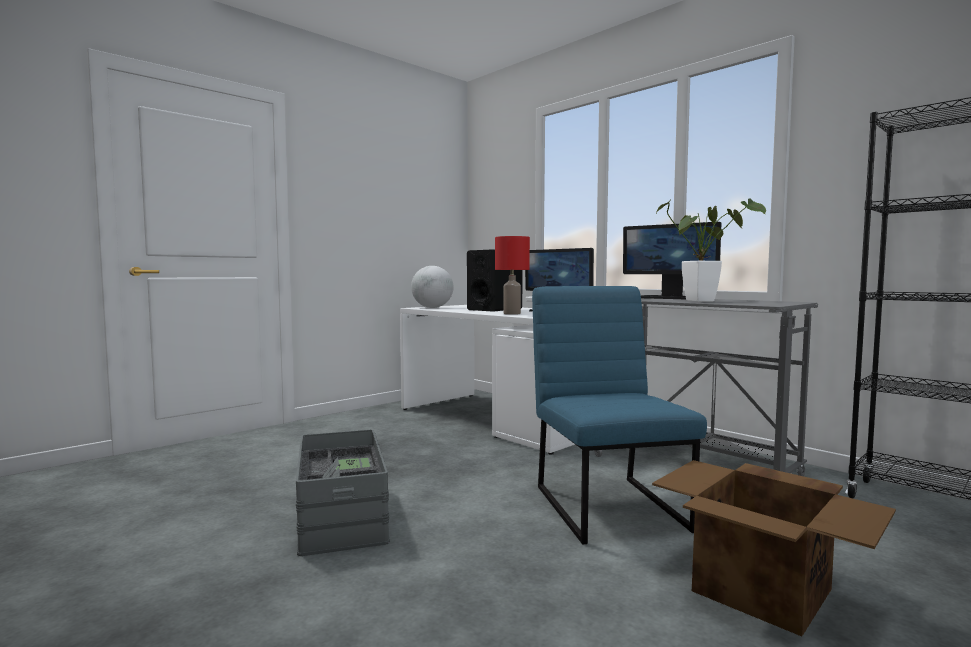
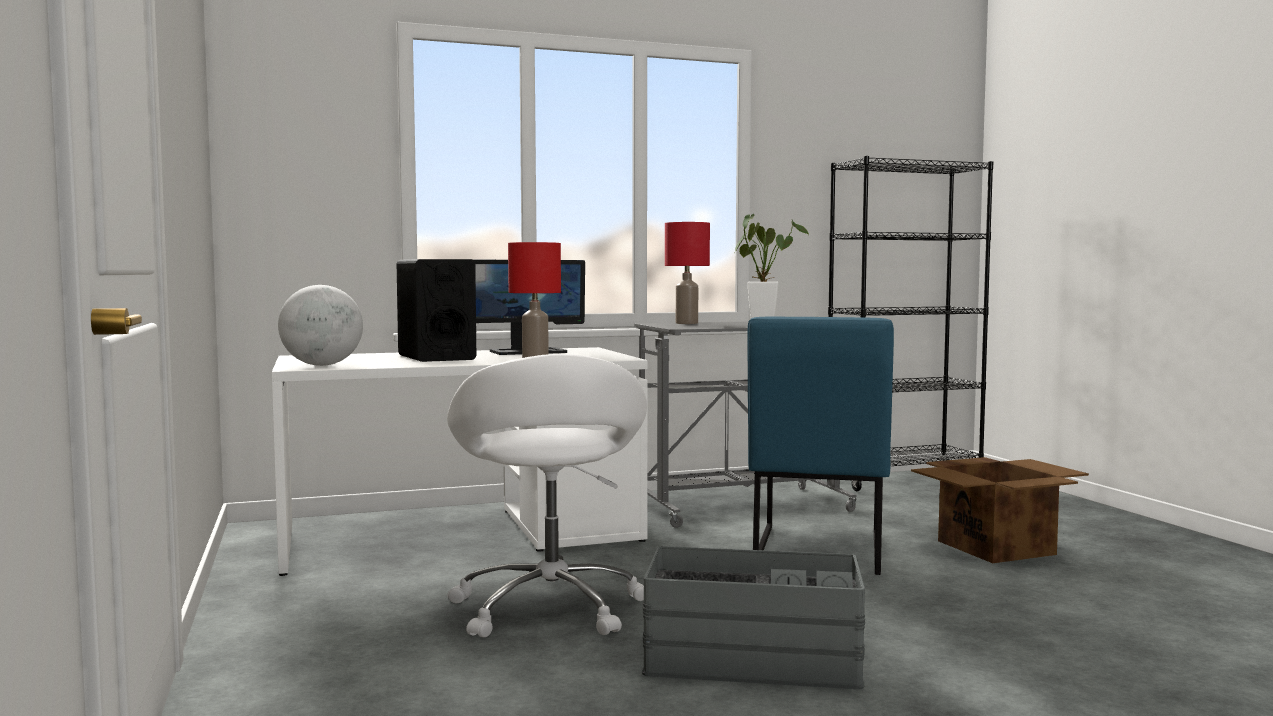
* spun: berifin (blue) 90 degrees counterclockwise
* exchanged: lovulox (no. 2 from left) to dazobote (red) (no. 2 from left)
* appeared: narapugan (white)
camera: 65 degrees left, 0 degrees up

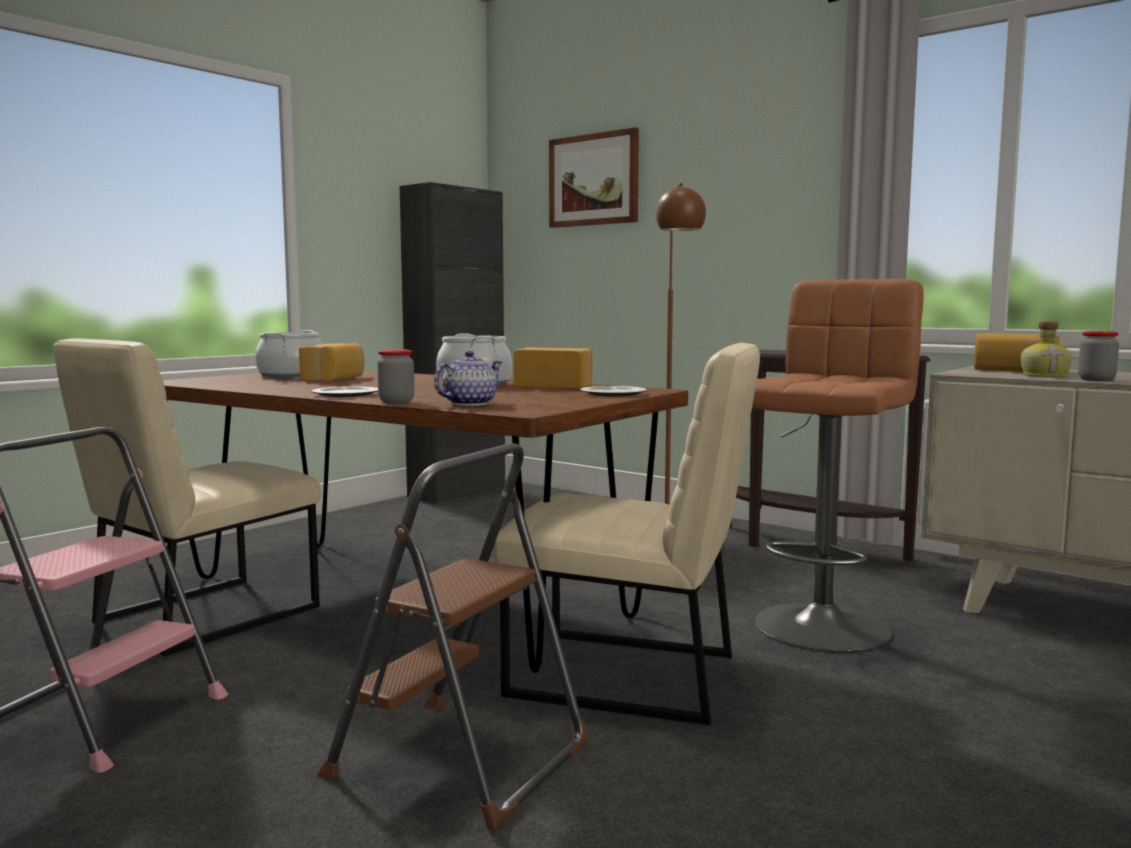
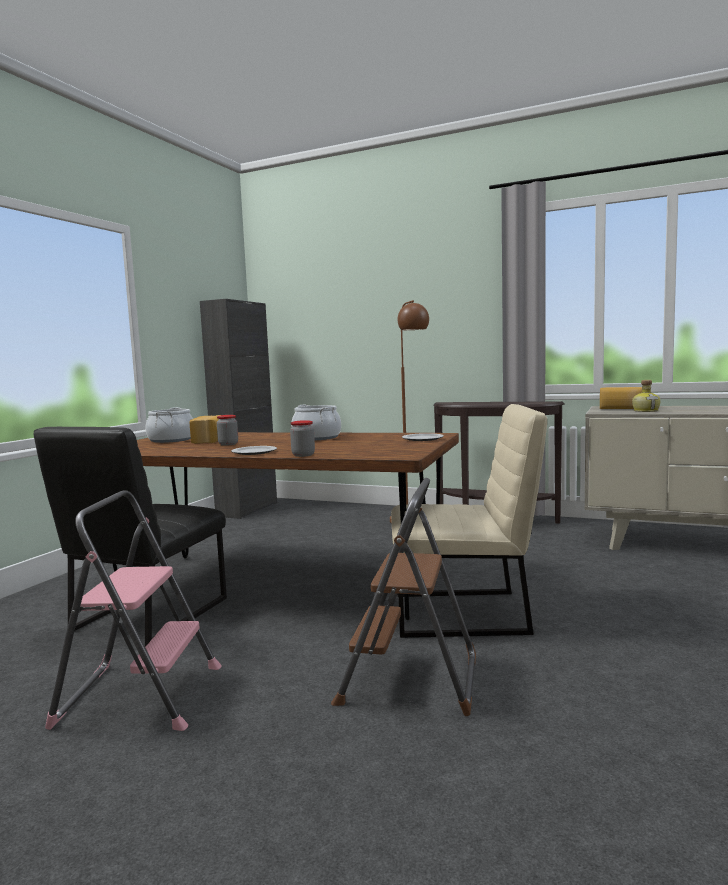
* colour: berifin (beige) (no. 1 from left) to berifin (black)
* missing: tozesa
* missing: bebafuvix (no. 2 from left)
* missing: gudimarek
* missing: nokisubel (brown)
* relocated: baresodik (no. 2 from left in the first image) to baresodik (no. 1 from left)
camera: 15 degrees left, 0 degrees up

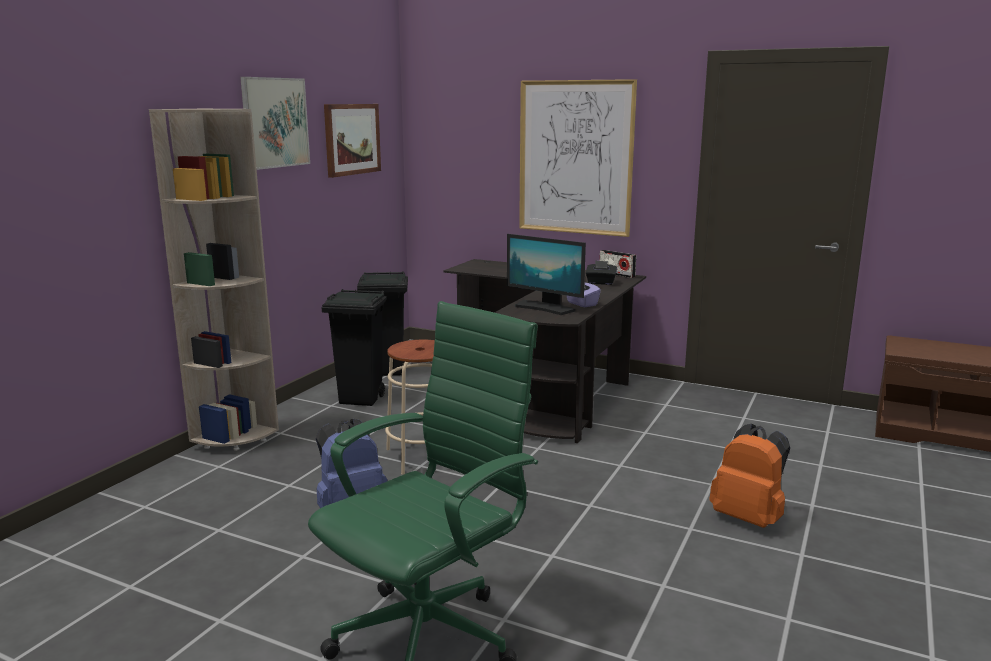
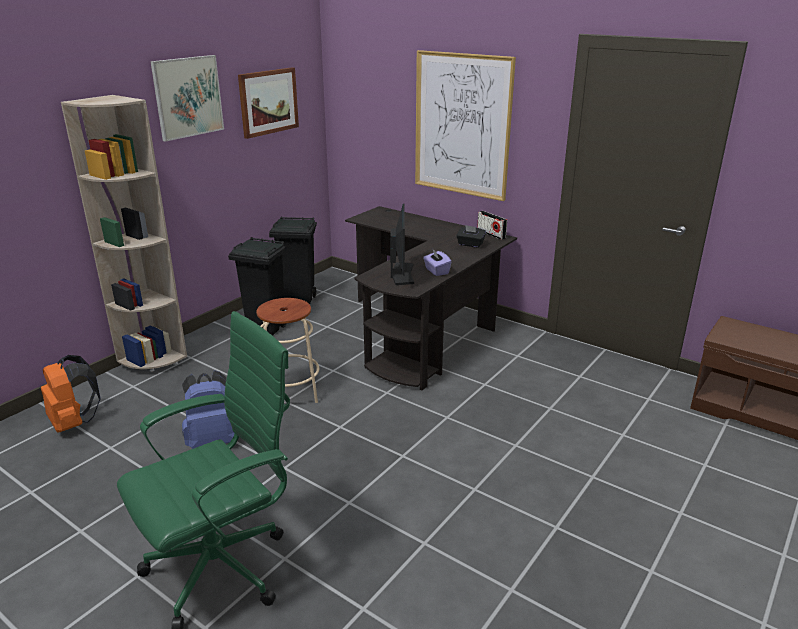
* spun: lovulox 135 degrees counterclockwise
* relocated: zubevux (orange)
camera: 10 degrees right, 10 degrees up

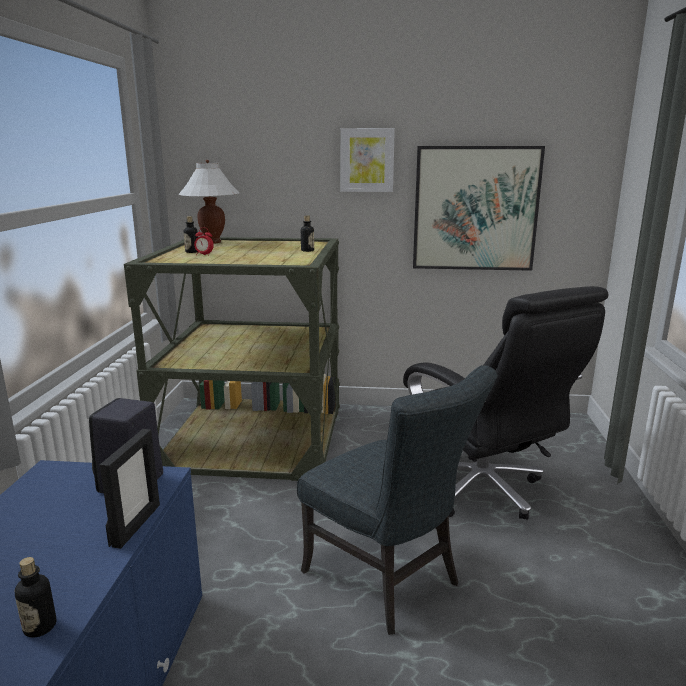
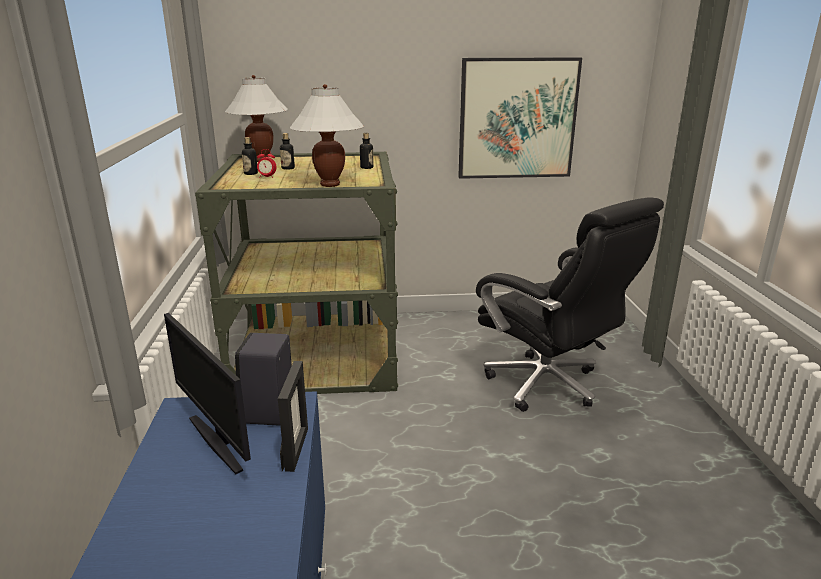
* relocated: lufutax (no. 1 from left in the first image) to lufutax (no. 2 from left)
* missing: berifin (grey)
* missing: gudimarek (no. 1 from left)
* appeared: lovulox
* appeared: dazobote (white) (no. 2 from left)
camera: 10 degrees left, 5 degrees up

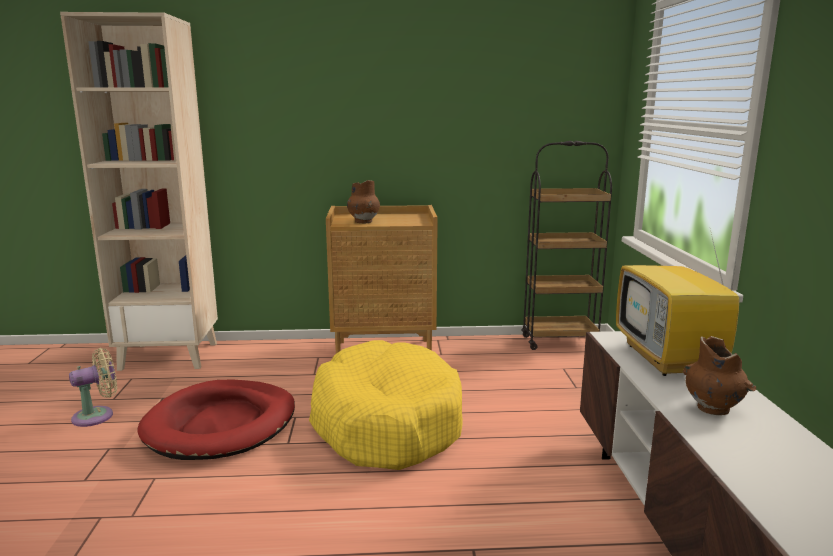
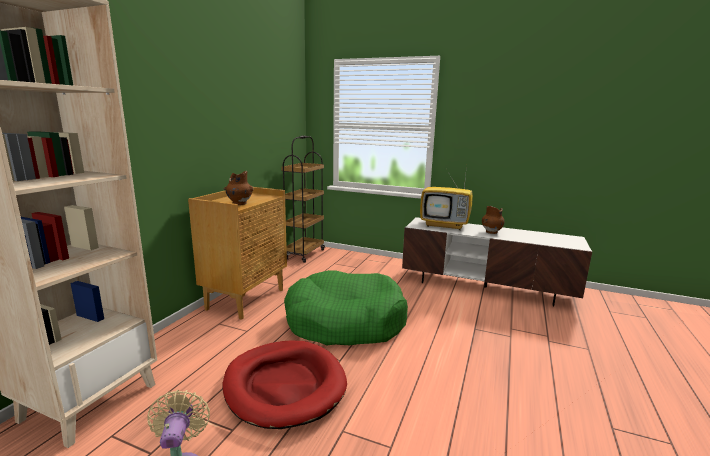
* colour: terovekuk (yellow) to terovekuk (green)
camera: 65 degrees left, 0 degrees up

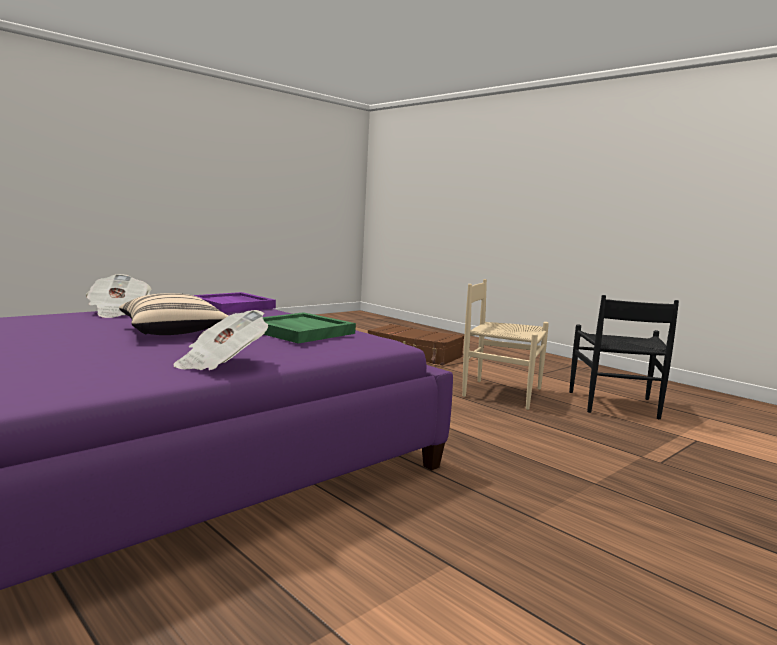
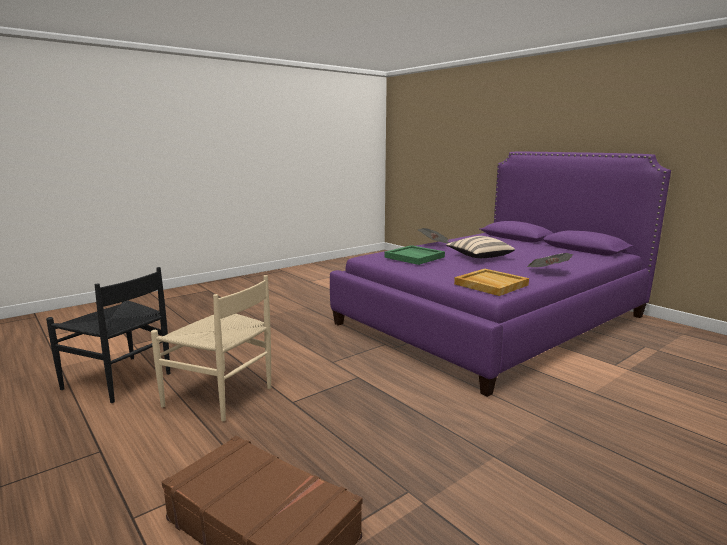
* colour: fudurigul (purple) to fudurigul (beige)
* spun: berifin (black) 105 degrees clockwise
camera: 175 degrees left, 5 degrees up

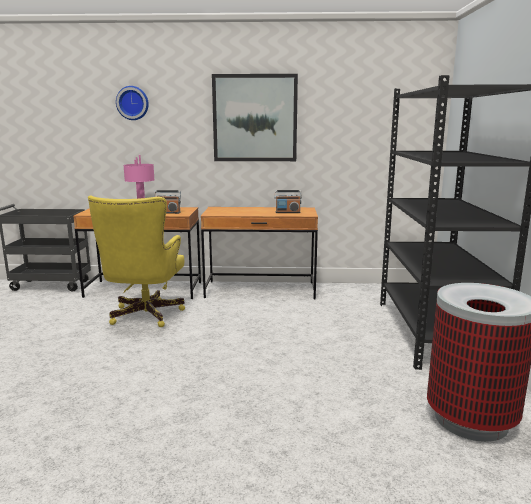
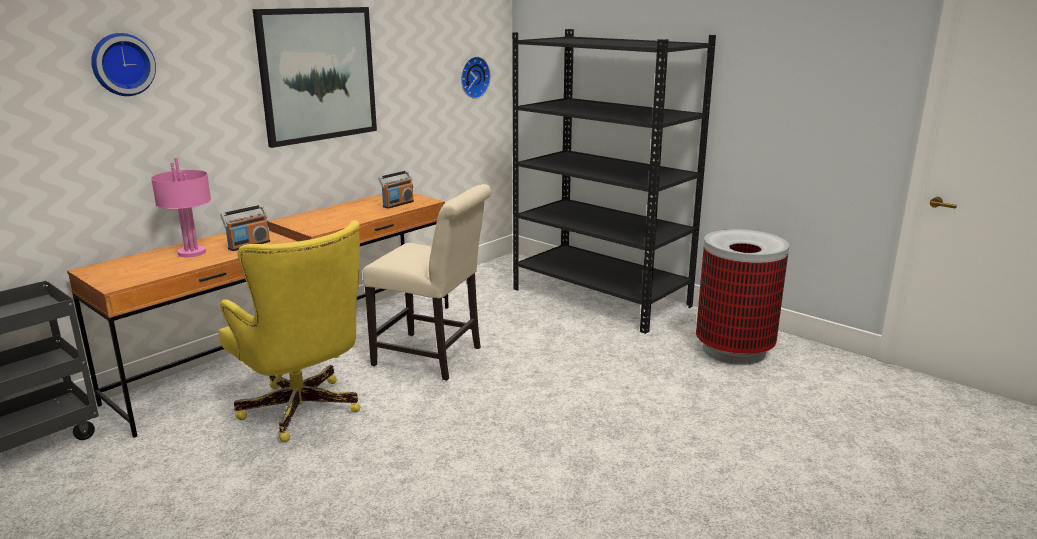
* appeared: berifin (beige)
* appeared: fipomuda (no. 2 from left)
camera: 50 degrees left, 5 degrees up

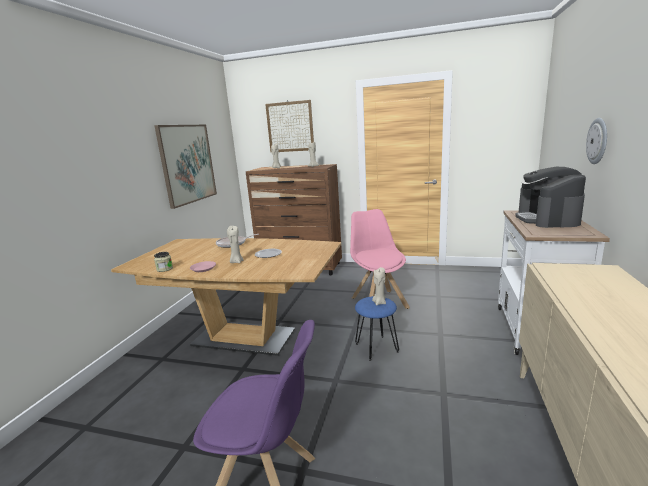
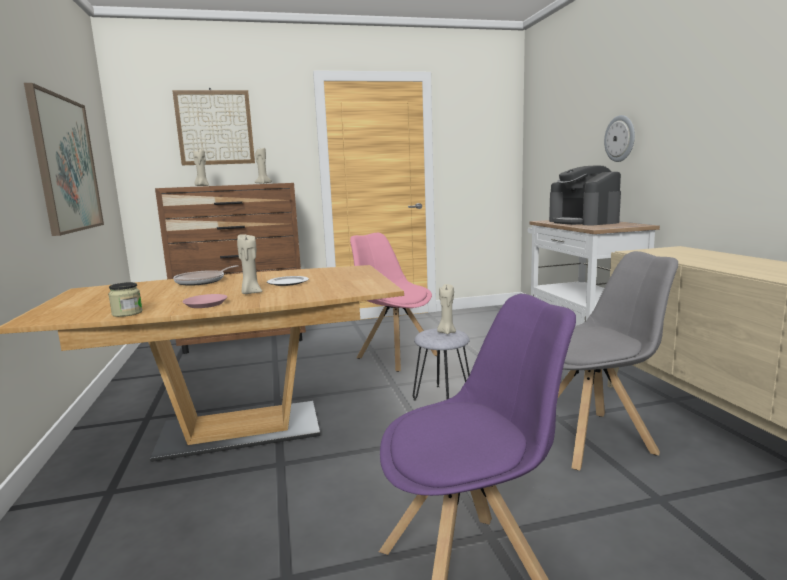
* colour: nokisubel (blue) to nokisubel (grey)
* appeared: berifin (grey)
camera: 30 degrees left, 5 degrees down

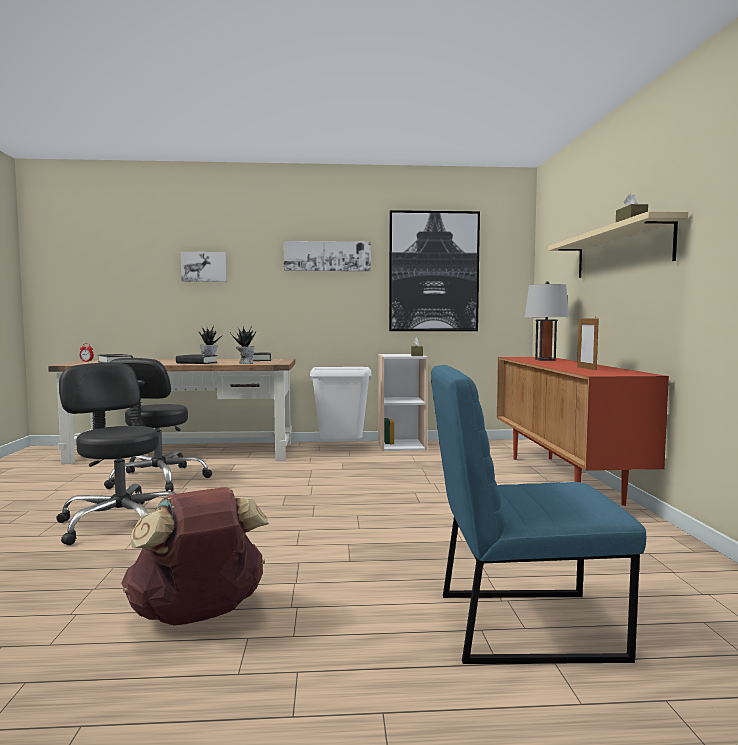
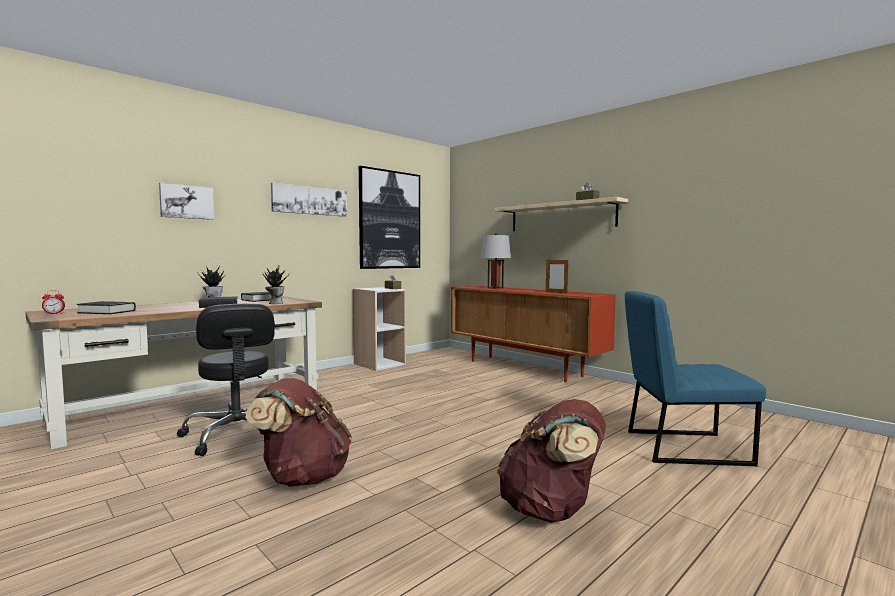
* exchanged: narapugan (black) (no. 1 from left) to zubevux (brown) (no. 1 from left)
* missing: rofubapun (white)
* spun: berifin (blue) 45 degrees clockwise
camera: 40 degrees left, 0 degrees up

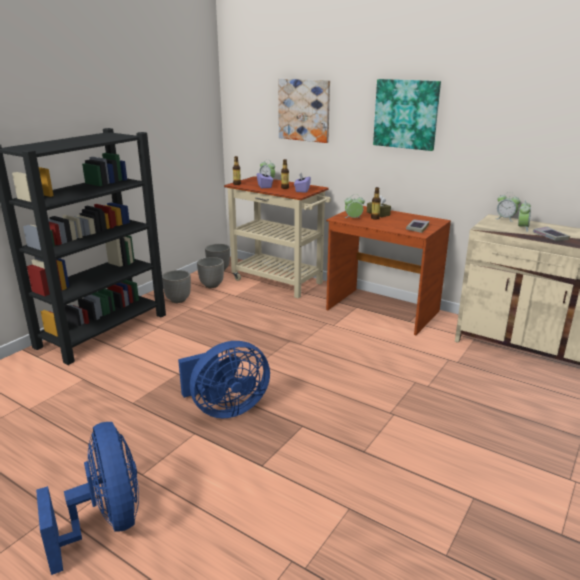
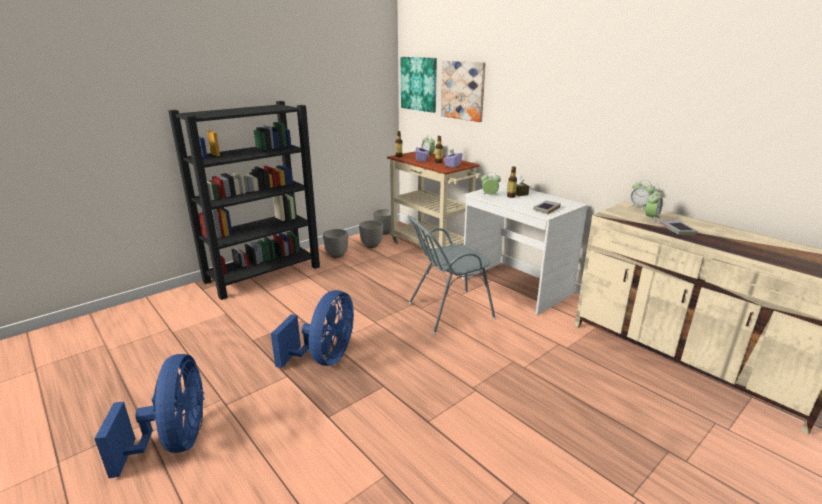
* spun: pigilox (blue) (no. 2 from left) 60 degrees counterclockwise
* colour: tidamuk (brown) to tidamuk (white)
* relocated: gudimarek (no. 2 from left in the first image) to gudimarek (no. 1 from left)
* appeared: berifin (grey)
camera: 15 degrees right, 0 degrees up

